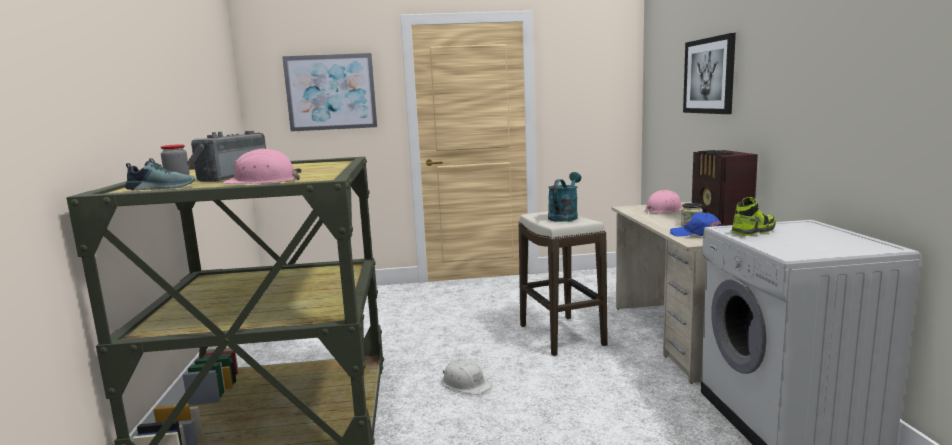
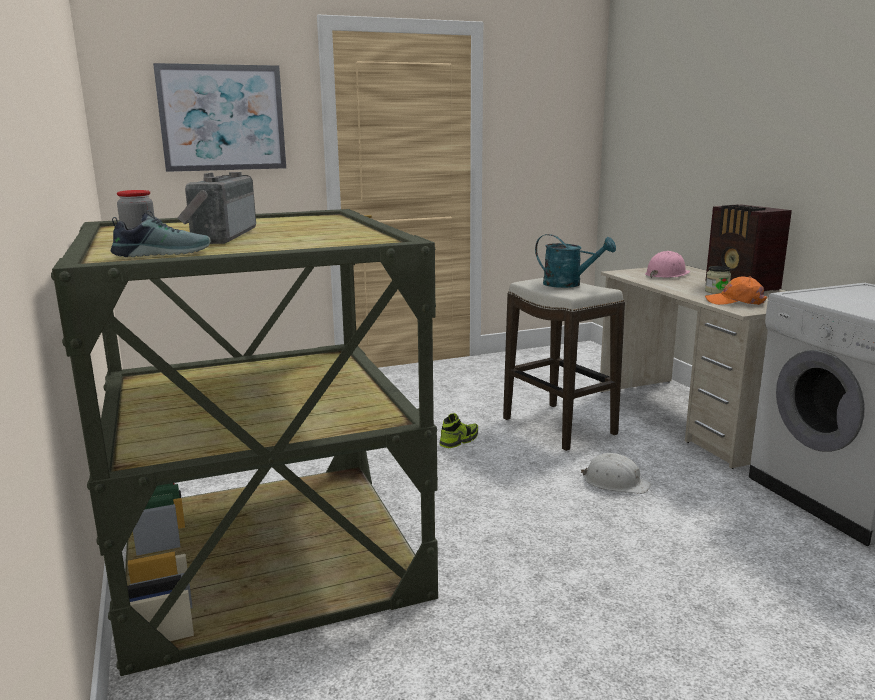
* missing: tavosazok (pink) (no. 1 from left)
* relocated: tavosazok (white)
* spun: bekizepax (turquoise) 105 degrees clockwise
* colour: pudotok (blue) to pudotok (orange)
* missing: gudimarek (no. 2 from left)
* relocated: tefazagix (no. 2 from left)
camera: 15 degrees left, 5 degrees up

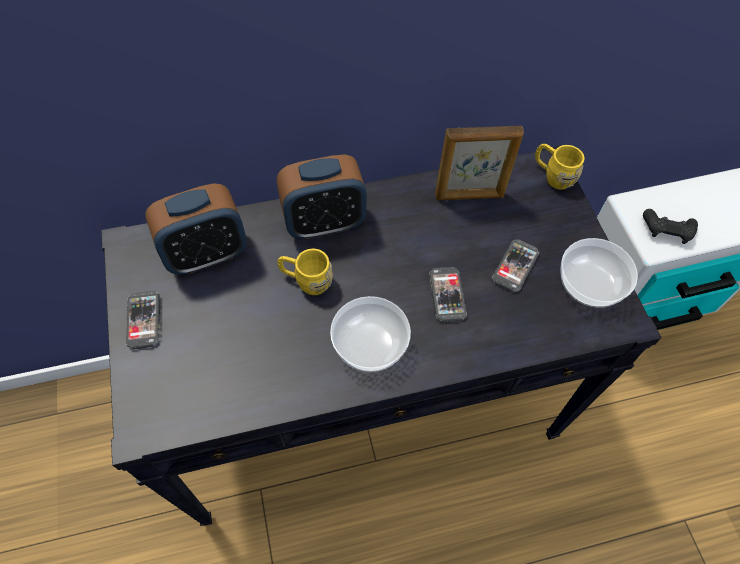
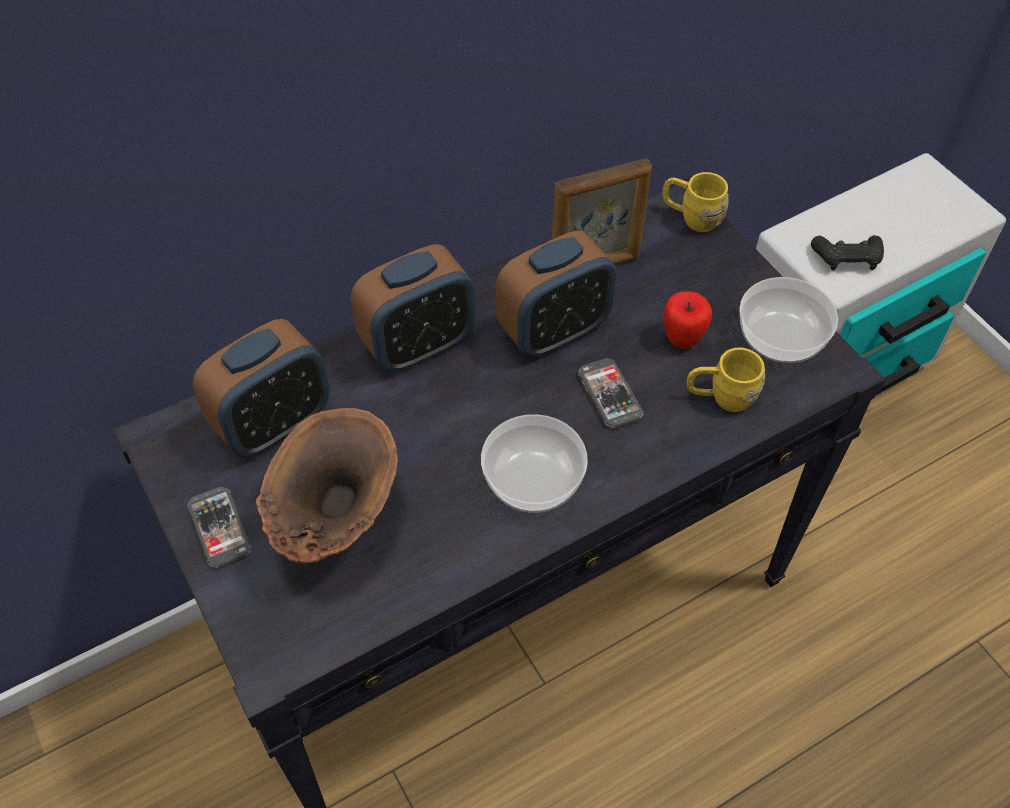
* relocated: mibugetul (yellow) (no. 1 from left in the first image) to mibugetul (yellow) (no. 2 from left)
* exchanged: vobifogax (no. 3 from left) to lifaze
* appeared: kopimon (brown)
* appeared: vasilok (no. 3 from left)
camera: 15 degrees left, 5 degrees down

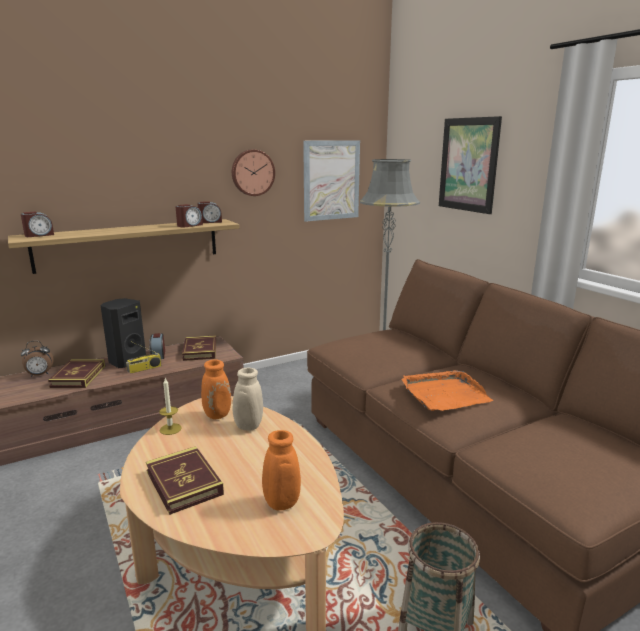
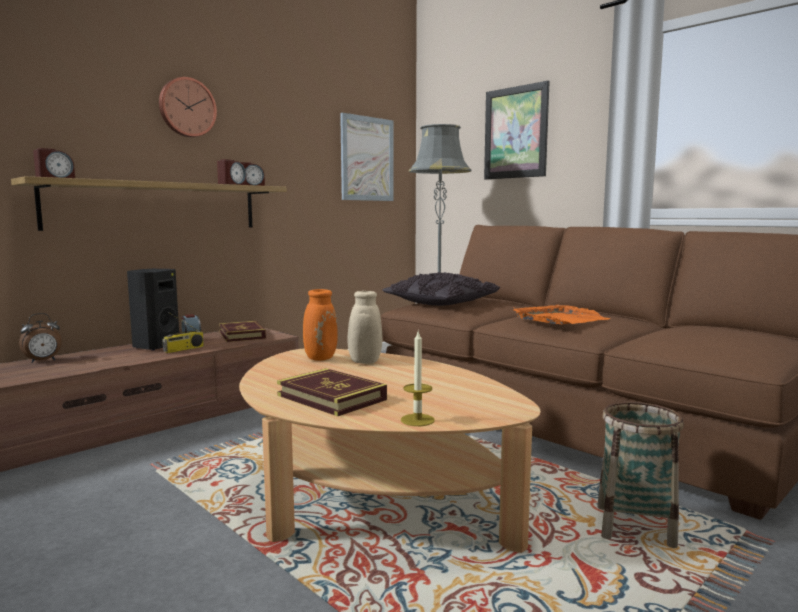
* missing: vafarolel (no. 1 from left)
* relocated: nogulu
* relocated: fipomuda
* missing: kopimon (orange) (no. 2 from left)
* appeared: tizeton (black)
camera: 15 degrees left, 10 degrees down

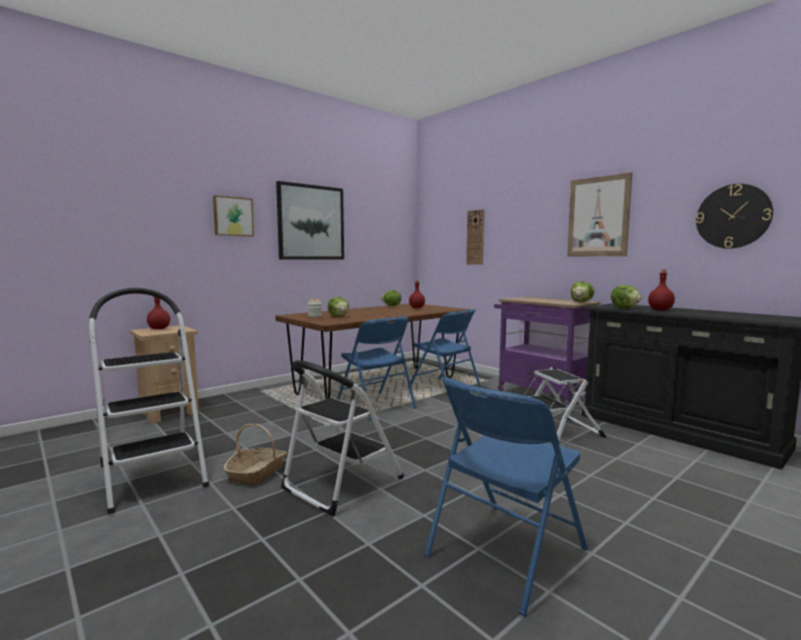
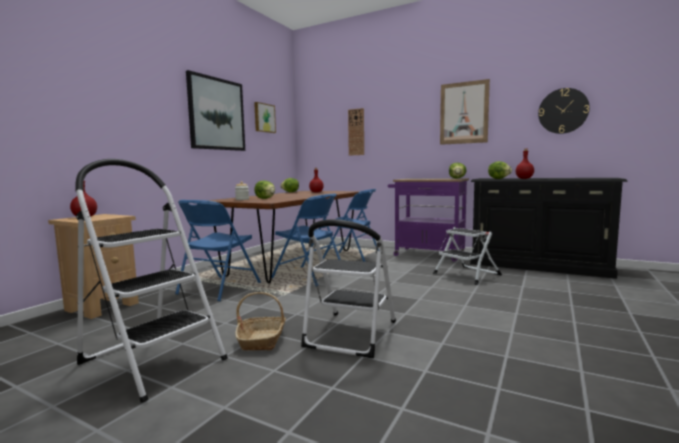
* relocated: gudimarek (no. 1 from left in the first image) to gudimarek (no. 2 from left)
* relocated: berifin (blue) (no. 3 from left in the first image) to berifin (blue) (no. 1 from left)
camera: 20 degrees left, 0 degrees up

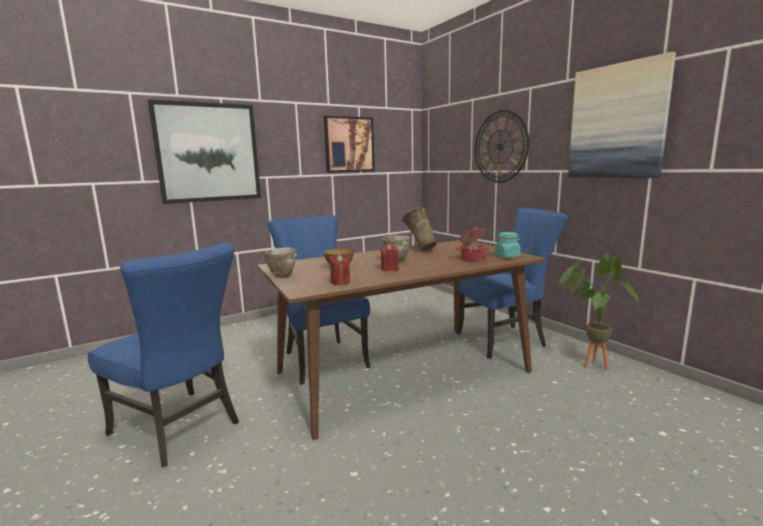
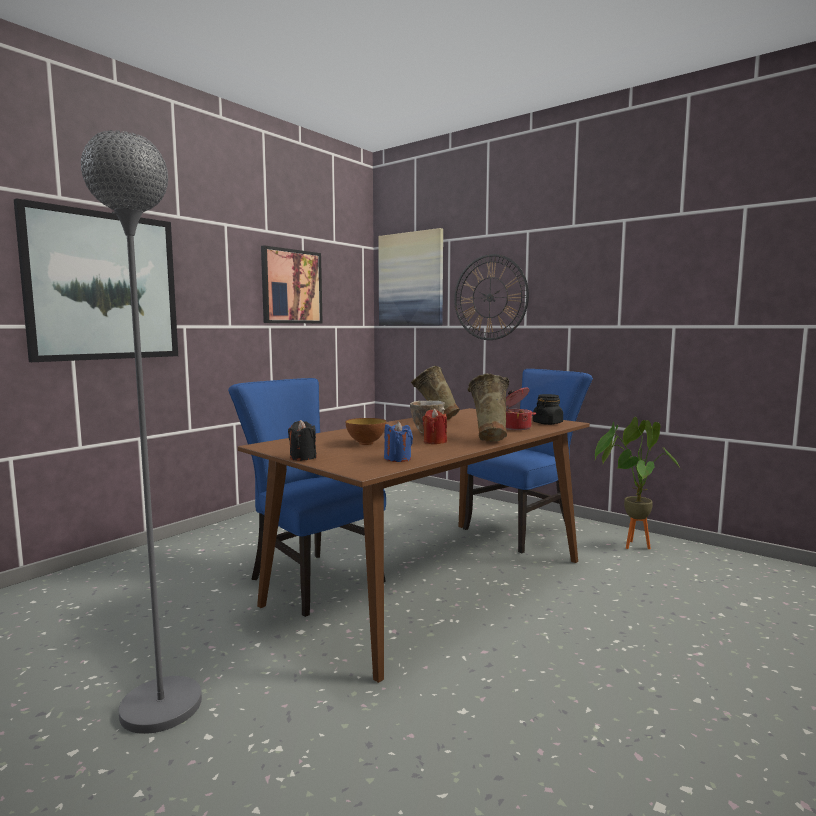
* exchanged: berifin (blue) (no. 1 from left) to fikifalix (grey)
* exchanged: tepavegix (no. 1 from left) to nogulu (black)
* colour: nogulu (red) (no. 1 from left) to nogulu (blue)
* colour: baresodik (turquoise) to baresodik (black)
* relocated: gudimarek (no. 3 from left)
* appeared: kopimon (beige) (no. 2 from left)
camera: 20 degrees left, 5 degrees down

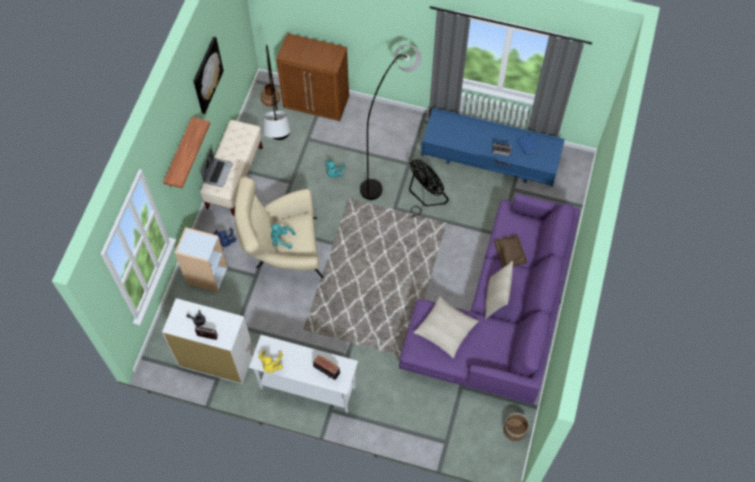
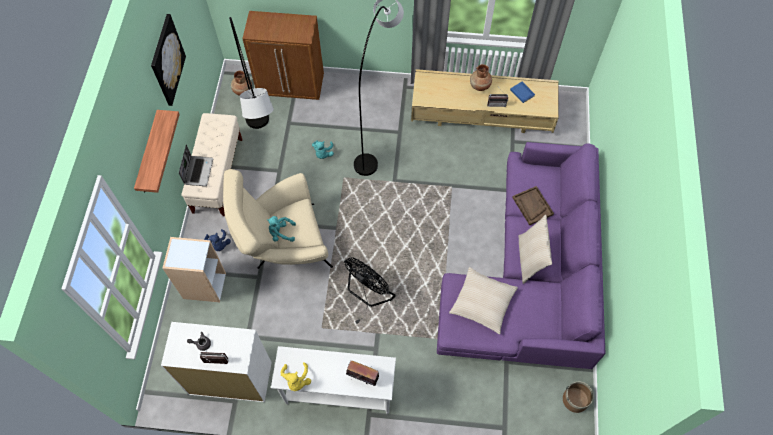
* relocated: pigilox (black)
* colour: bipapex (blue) to bipapex (beige)
* appeared: kopimon (brown) (no. 2 from left)
camera: 10 degrees left, 0 degrees up

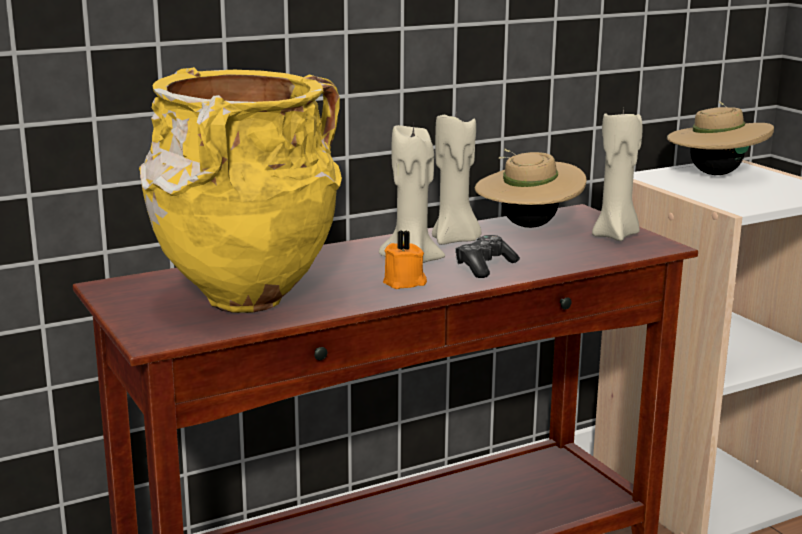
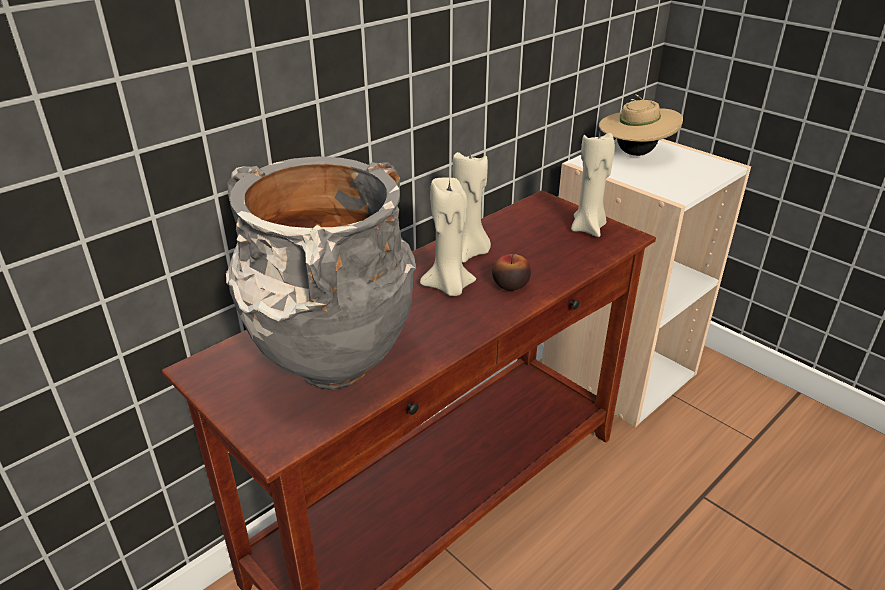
* colour: kopimon (yellow) to kopimon (grey)
* missing: nogulu (orange)
* exchanged: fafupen to lifaze
* missing: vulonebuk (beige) (no. 1 from left)
camera: 15 degrees left, 15 degrees up

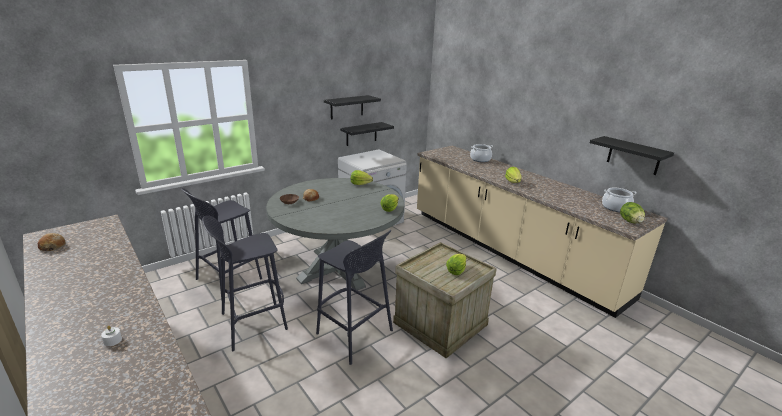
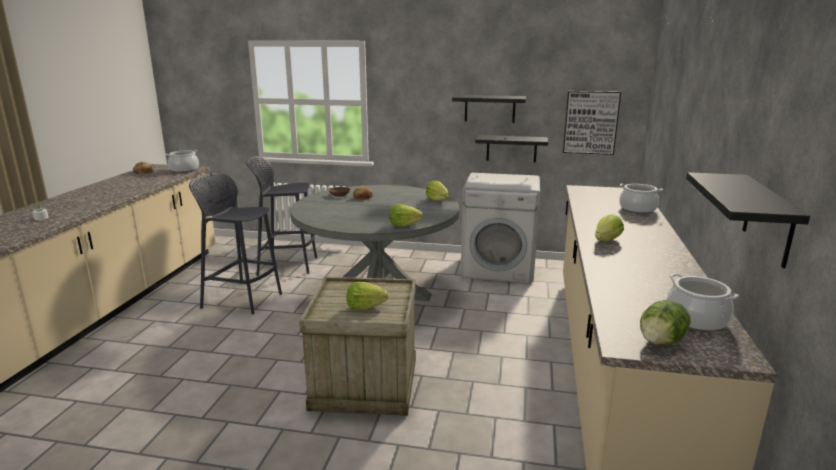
* missing: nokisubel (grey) (no. 3 from left)
* appeared: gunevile (no. 1 from left)
* appeared: gudimarek
camera: 50 degrees right, 5 degrees down

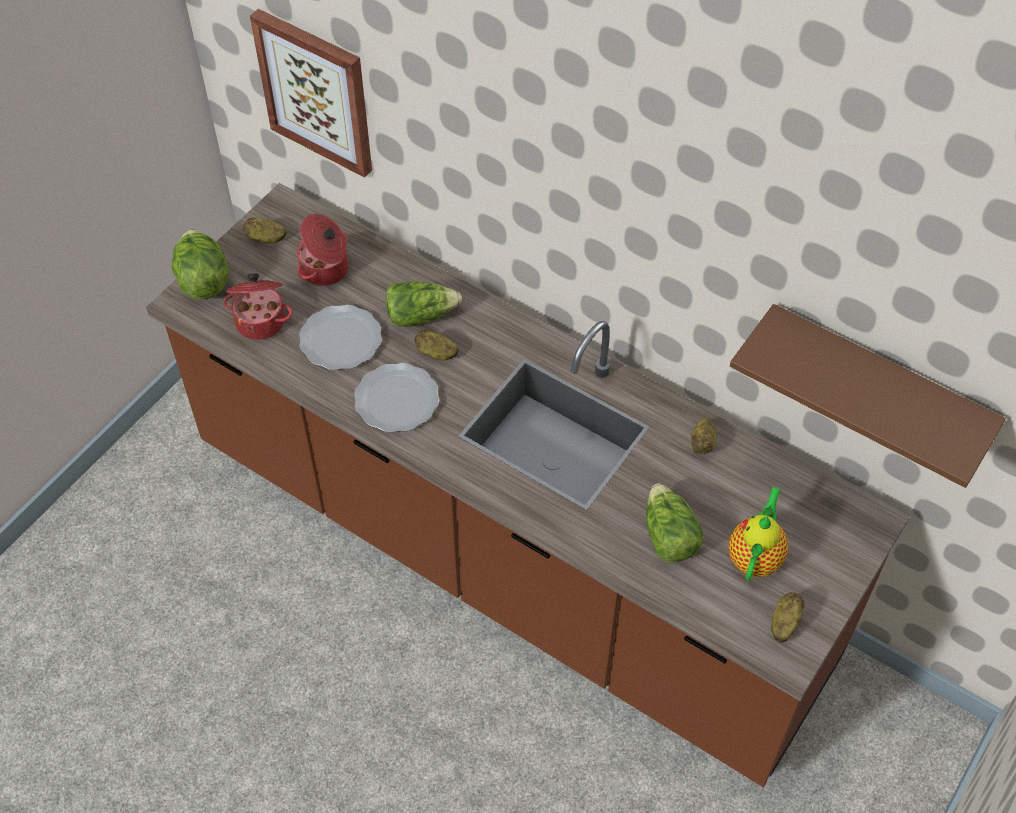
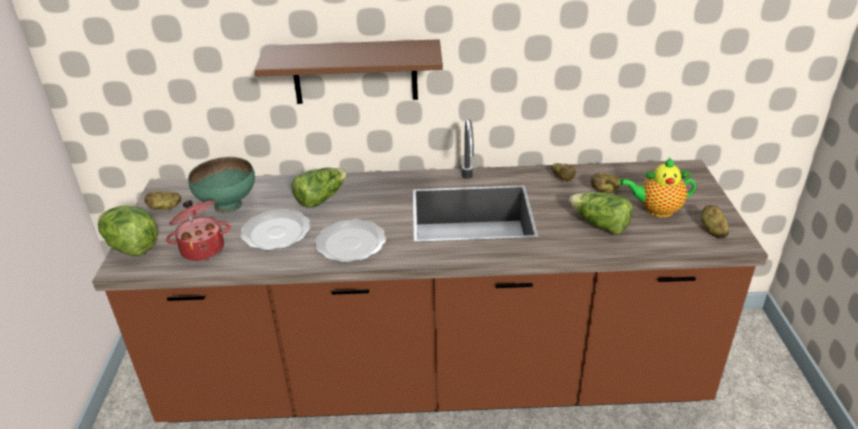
* missing: gudimarek
* exchanged: gunevile (no. 2 from left) to tepavegix (green)
* relocated: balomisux (no. 2 from left in the first image) to balomisux (no. 3 from left)
* spun: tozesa 75 degrees counterclockwise
* relocated: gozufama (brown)
camera: 35 degrees left, 20 degrees down

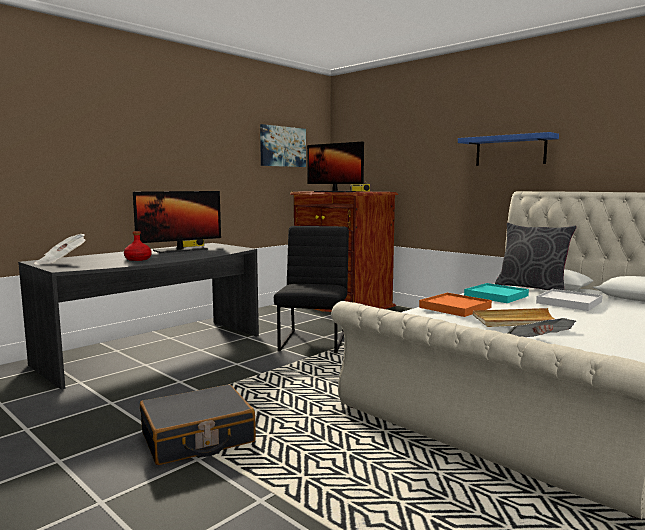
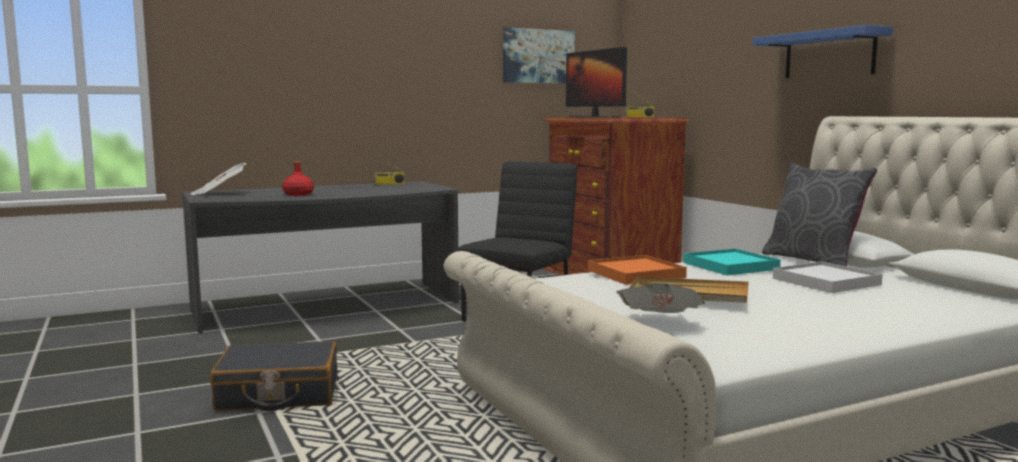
* missing: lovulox (no. 1 from left)
camera: 20 degrees right, 0 degrees up

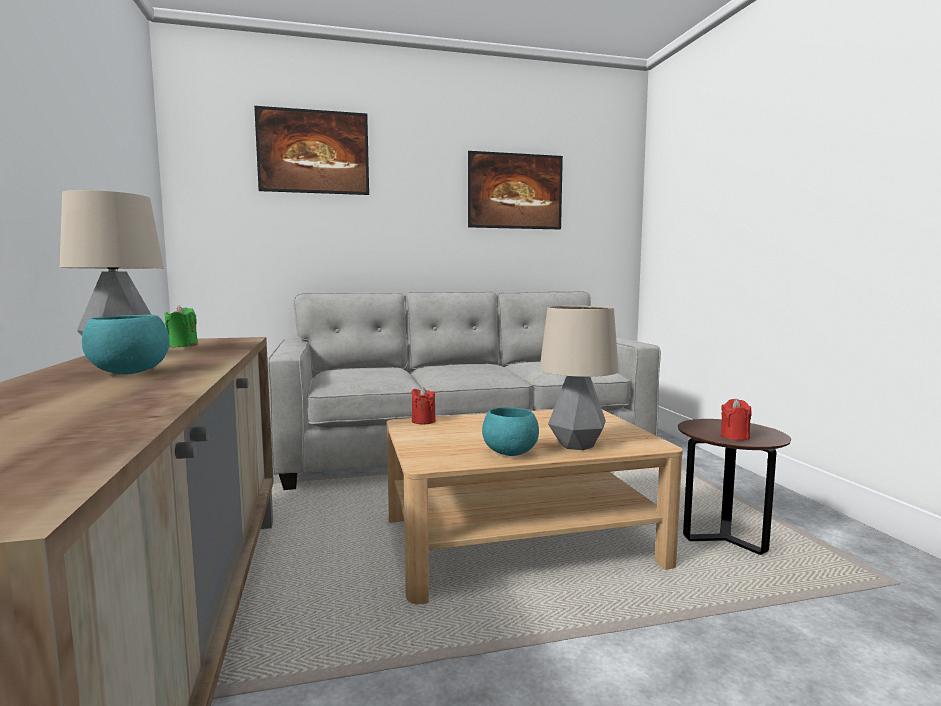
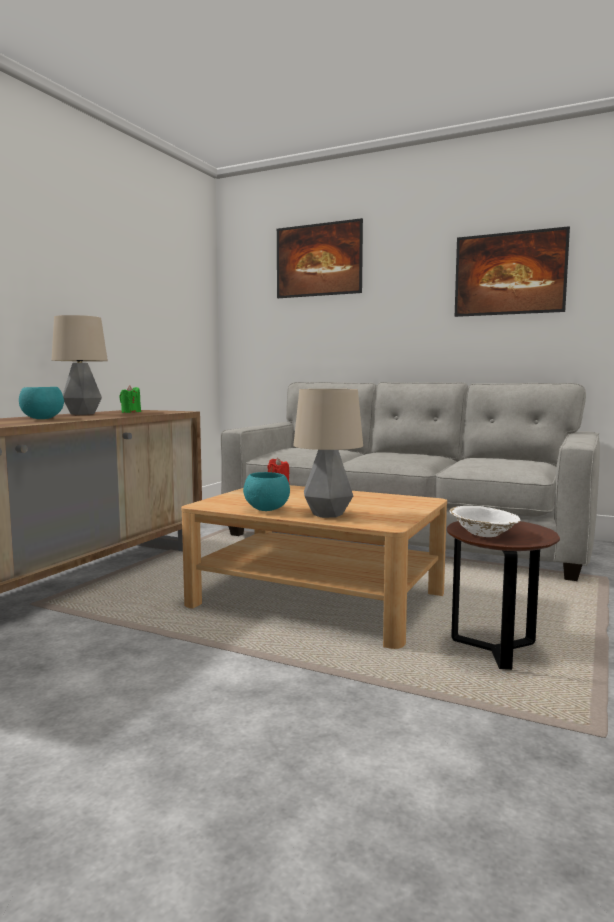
* exchanged: nogulu (red) (no. 2 from left) to tepavegix (white)
camera: 40 degrees right, 0 degrees up

